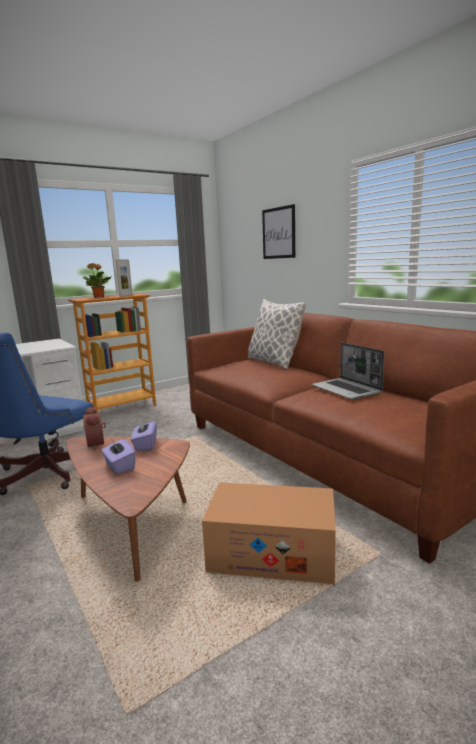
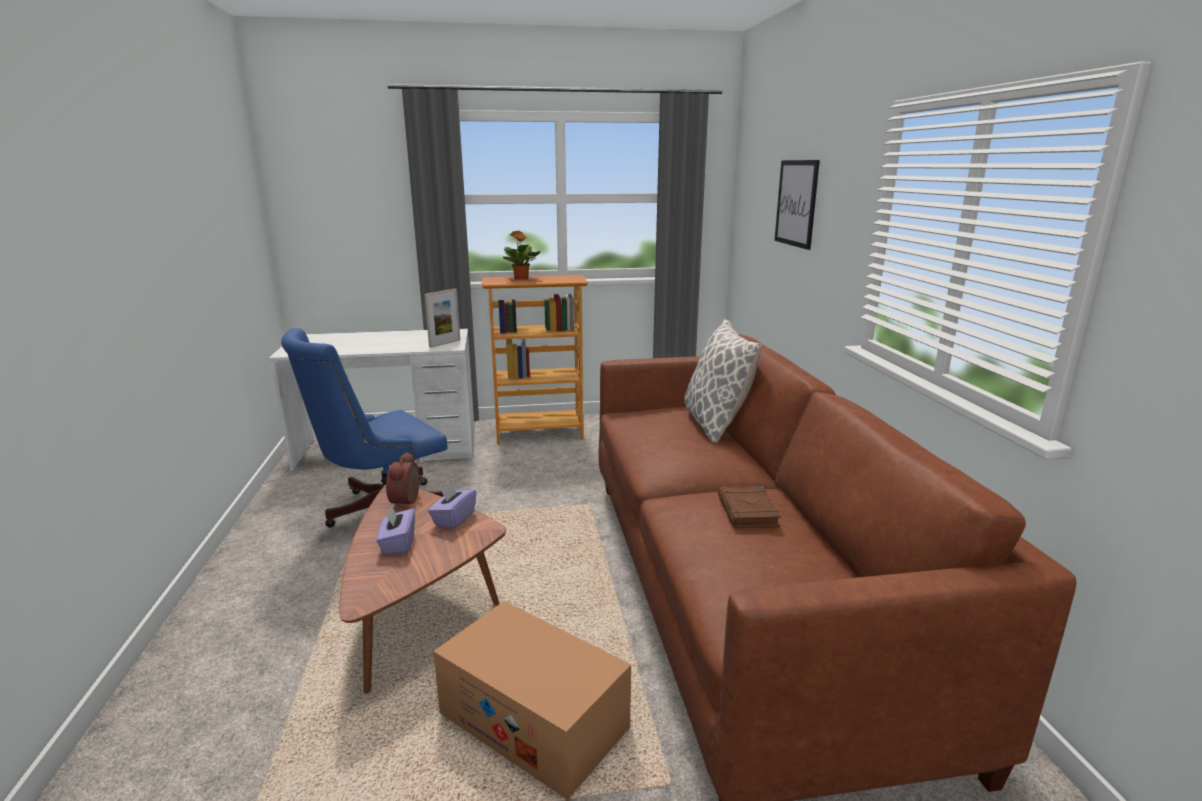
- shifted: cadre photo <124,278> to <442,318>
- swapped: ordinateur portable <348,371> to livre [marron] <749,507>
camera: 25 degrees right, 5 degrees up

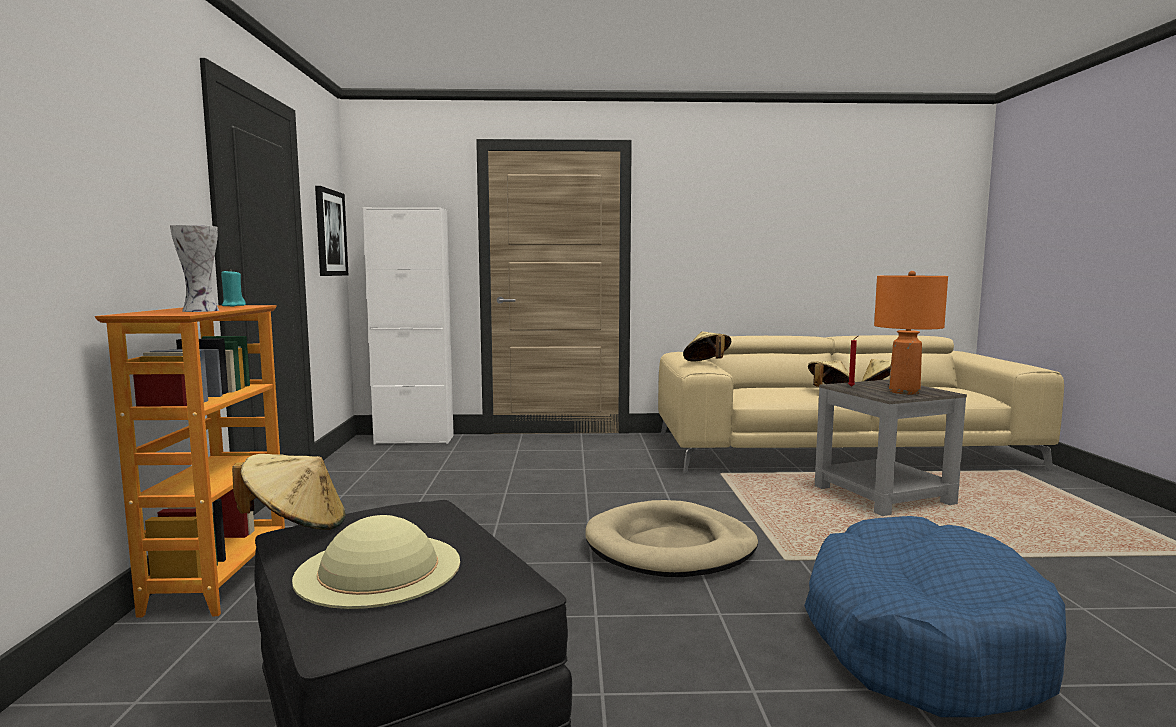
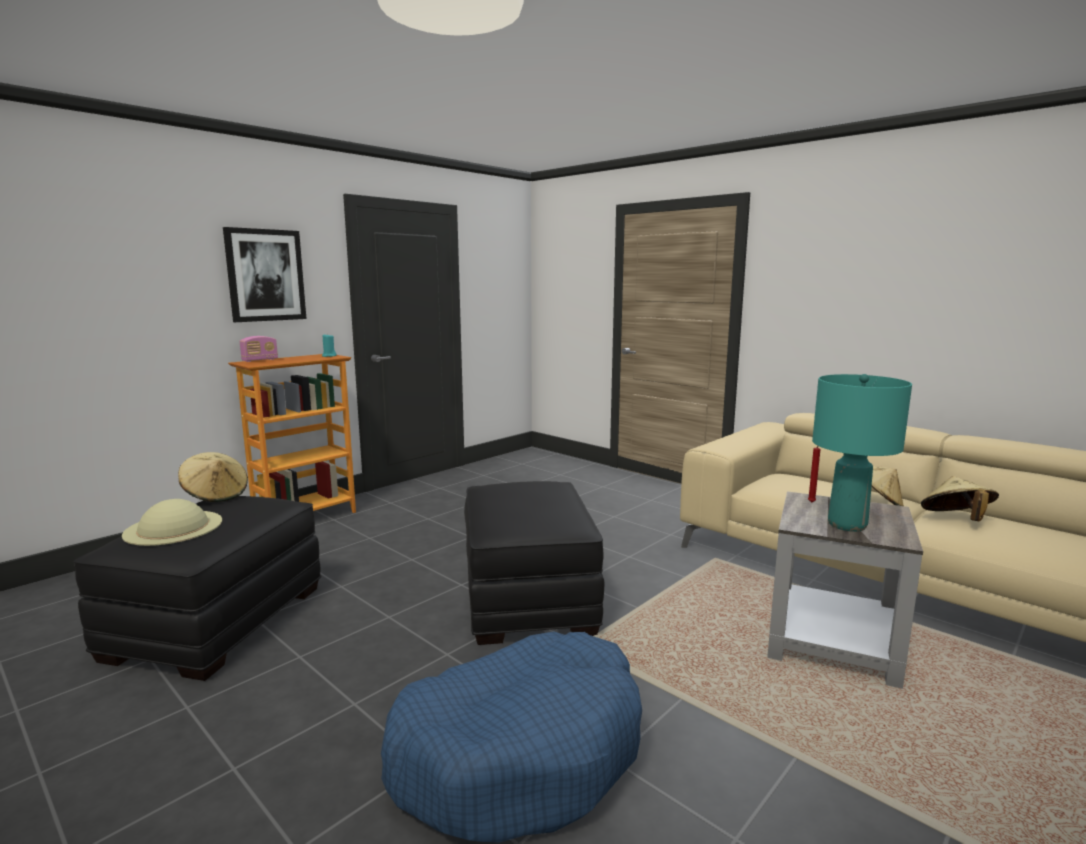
- gone: vase <194,268>
- gone: meuble de rangement [blanc] <408,325>
- gone: chapeau [beige] <707,346>
- new: radio <259,349>
- shifted: tableau <331,231> to <264,274>
- swapped: panier pour chien [beige] <671,538> to pouf [noir] <534,563>
- repainted: lampe de table [orange] <911,332> to lampe de table [turquoise] <862,453>
camera: 45 degrees right, 5 degrees up

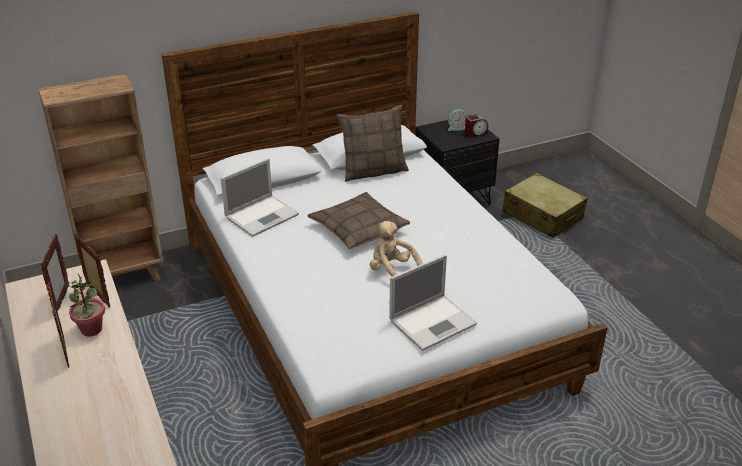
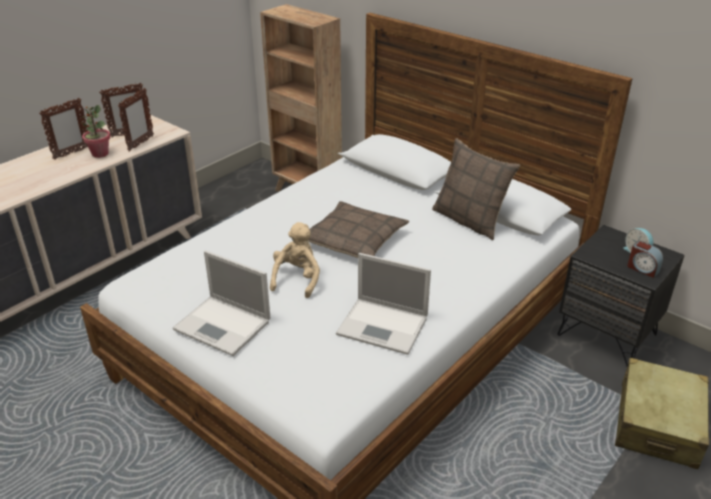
- shifted: ordinateur portable <260,197> to <383,304>
camera: 65 degrees right, 0 degrees up

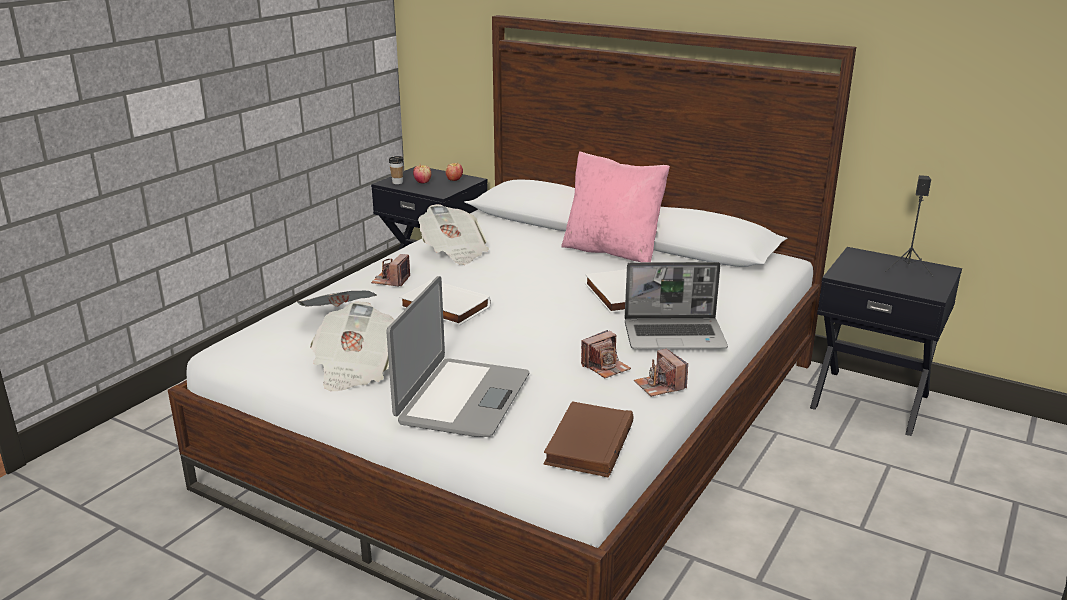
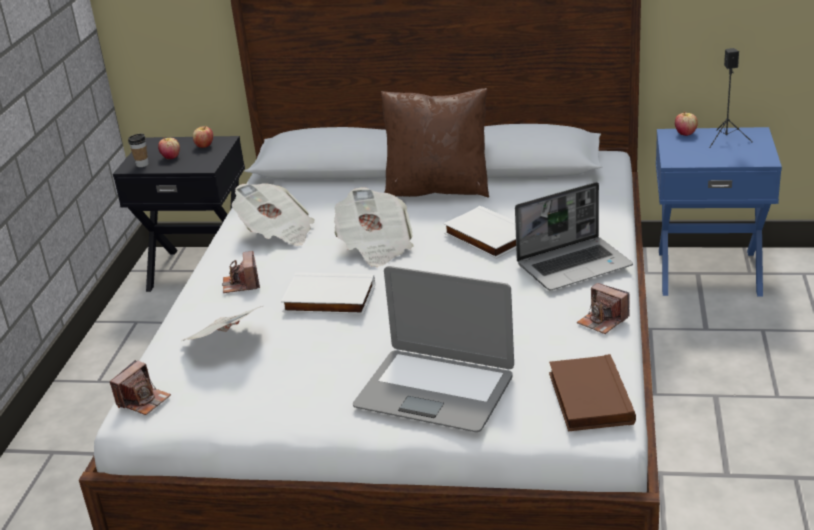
- new: pomme <686,123>
- shifted: journal <352,346> to <373,227>
- shifted: appareil photo <606,354> to <140,387>
- repainted: coussin [rose] <615,206> to coussin [marron] <435,142>
- repainted: table de chevet [noir] <886,341> to table de chevet [bleu] <719,212>
- rotated: ordinateur portable <458,356> = <433,349> 120 degrees clockwise
camera: 20 degrees left, 5 degrees up

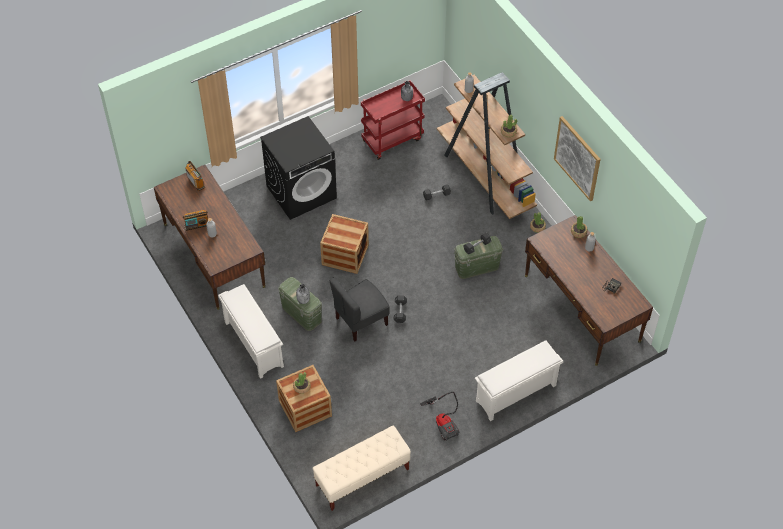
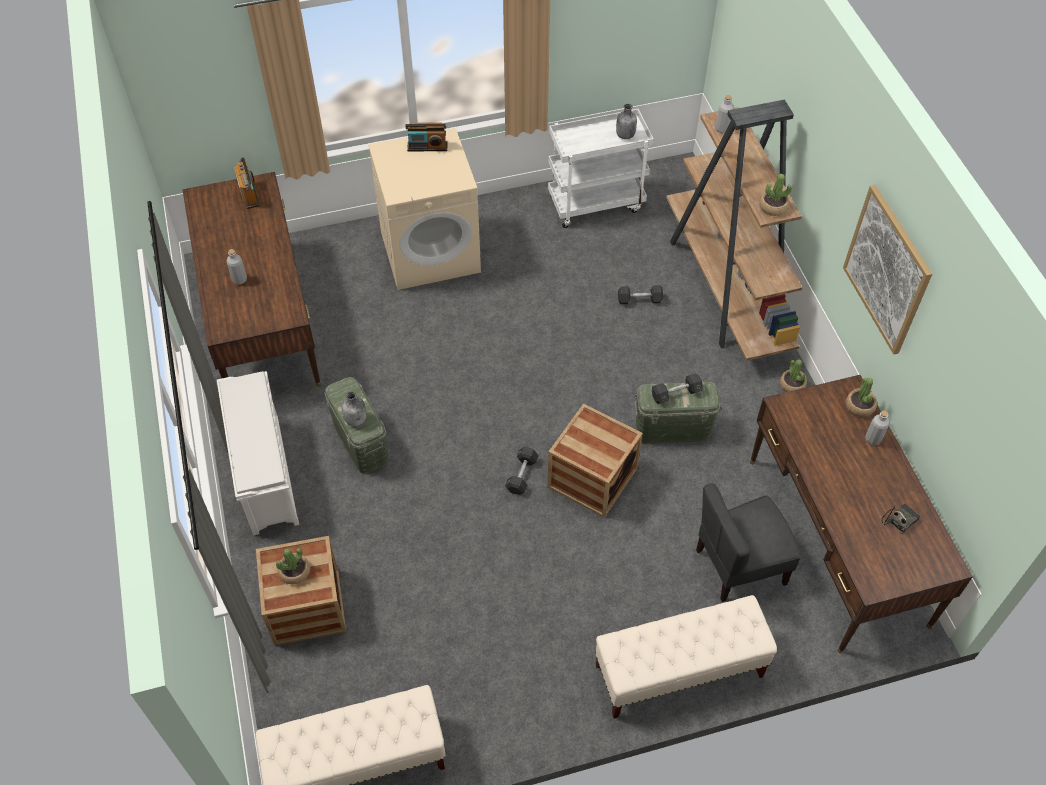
- gone: aspirateur <439,416>
- shifted: radio <195,220> to <426,137>
- shifted: caisse <344,244> to <595,460>
- shifted: chaise [gris] <359,309> to <748,542>
- swapped: étagère à chaussures [blanc] <519,381> to banc [beige] <686,657>
- repainted: lave-linge [noir] <298,168> to lave-linge [beige] <424,209>
- repainted: chariot [rouge] <393,120> to chariot [blanc] <601,168>
camera: 15 degrees right, 0 degrees up

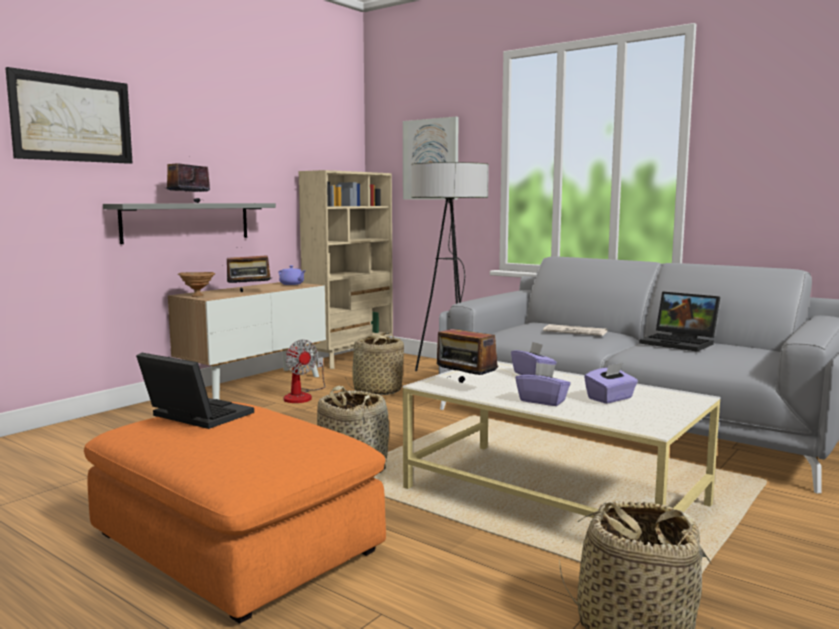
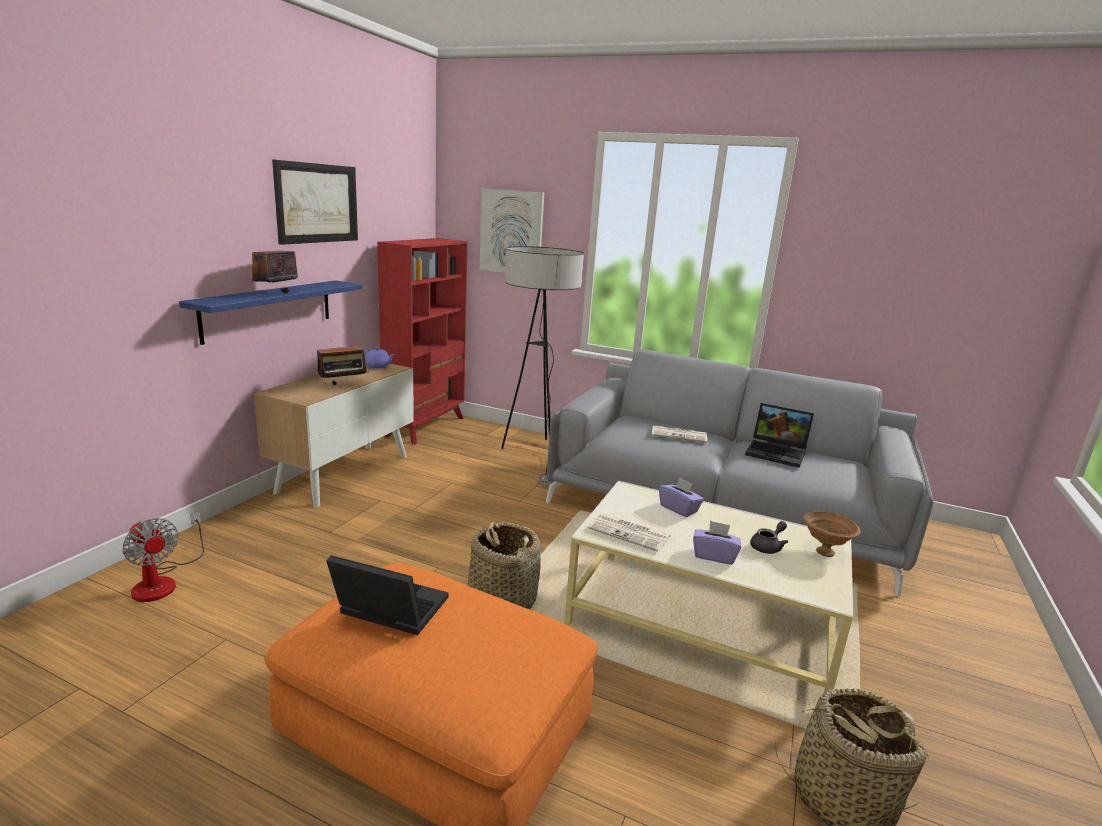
- gone: panier <374,363>
- shifted: tableau <69,115> to <315,202>
- shifted: bol [marron] <196,284> to <832,534>
- shifted: ventilateur <305,371> to <163,557>
- swapped: radio <467,349> to journal <629,532>
- swapped: boîte à mouchoirs [violet] <611,383> to théière [gris] <769,537>
- repainted: étagère [gris] <189,223> to étagère [bleu] <270,312>
- repainted: bibliothèque [beige] <346,269> to bibliothèque [rouge] <422,341>
camera: 15 degrees left, 10 degrees up

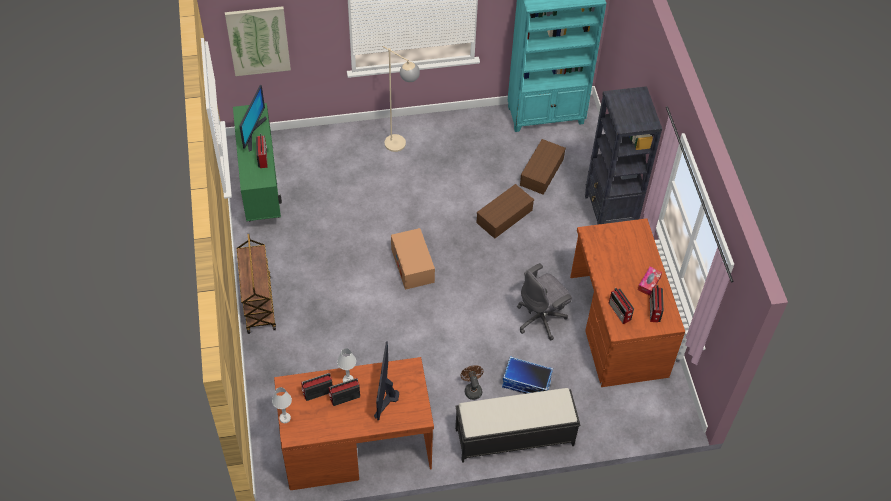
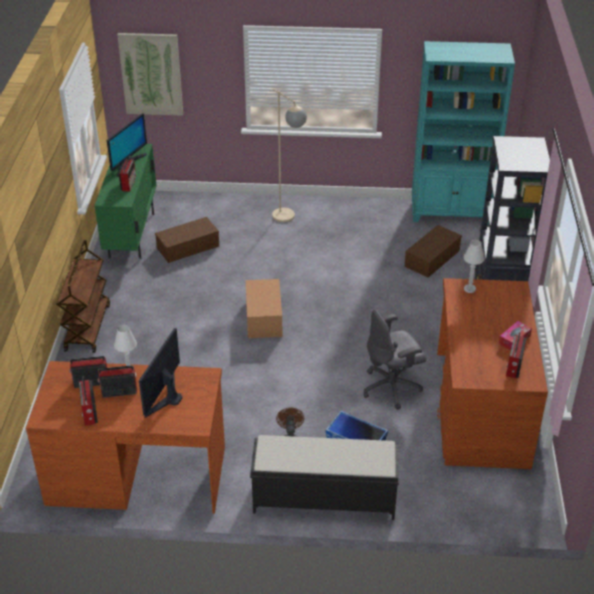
- shifted: lampe de table [blanc] <282,405> to <474,266>
- shifted: boîte de rangement [marron] <505,211> to <187,240>
- shifted: radio <621,306> to <88,401>
camera: 15 degrees right, 15 degrees down

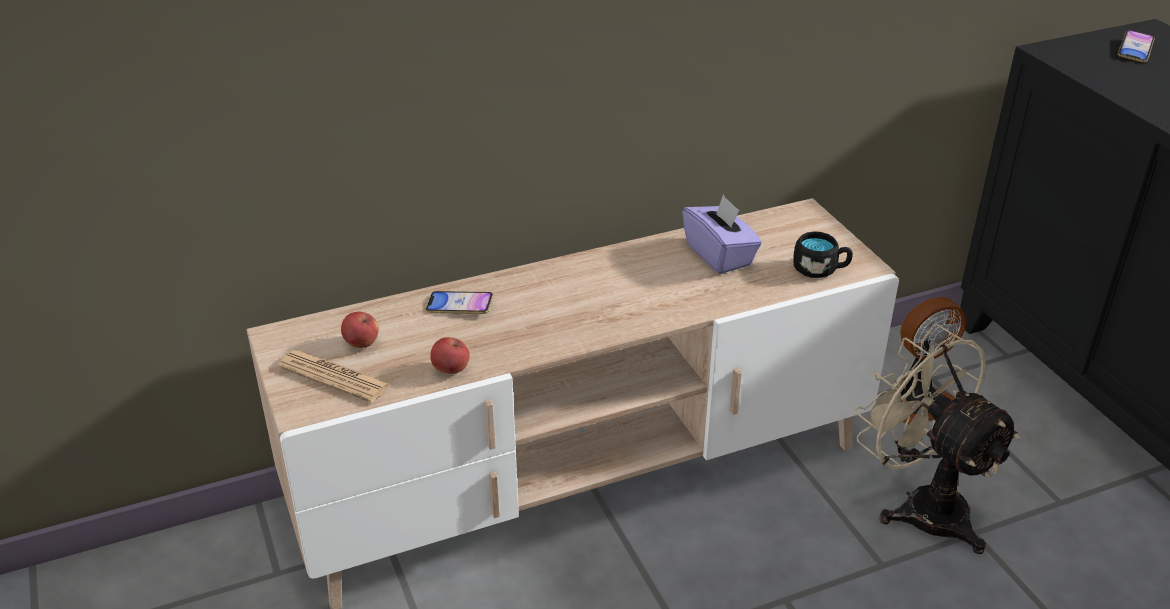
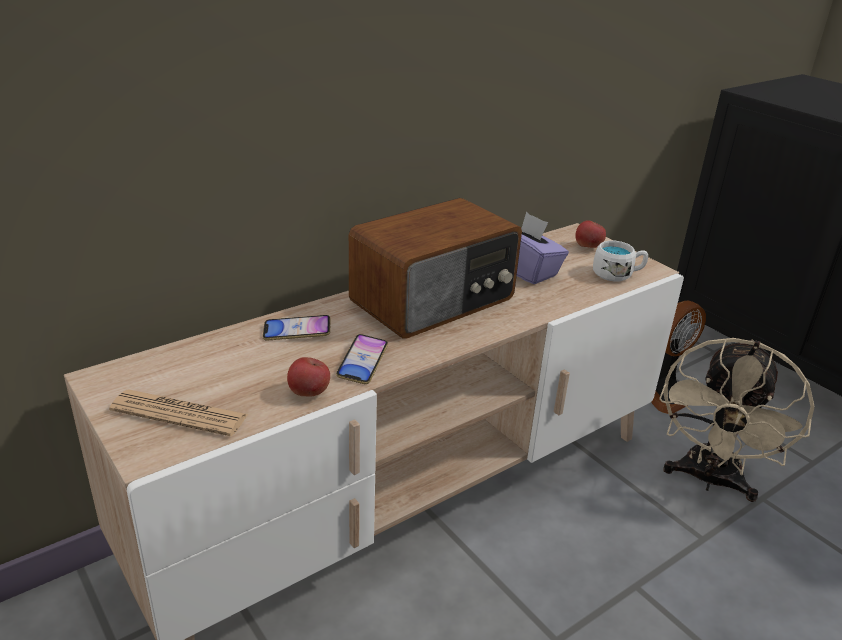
- new: radio <435,268>
- shifted: pomme <360,330> to <590,234>
- shifted: téléphone <1136,46> to <362,359>
- repainted: mug [noir] <823,254> to mug [blanc] <620,261>
- rotated: ventilateur [beige] <938,439> = <736,420> 105 degrees counterclockwise
camera: 15 degrees left, 5 degrees down

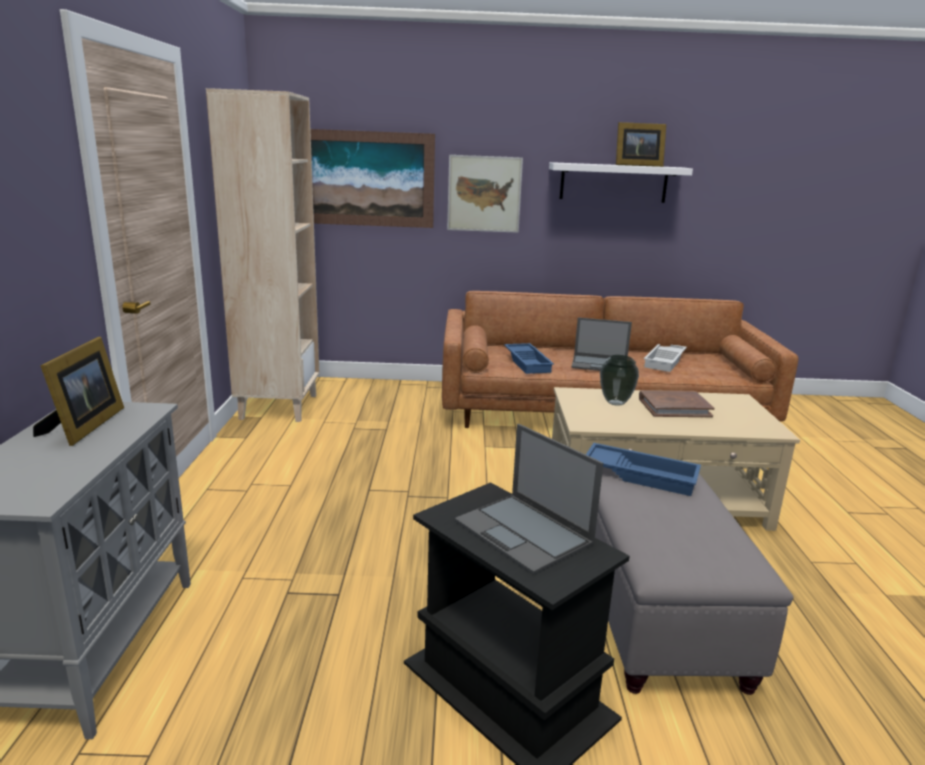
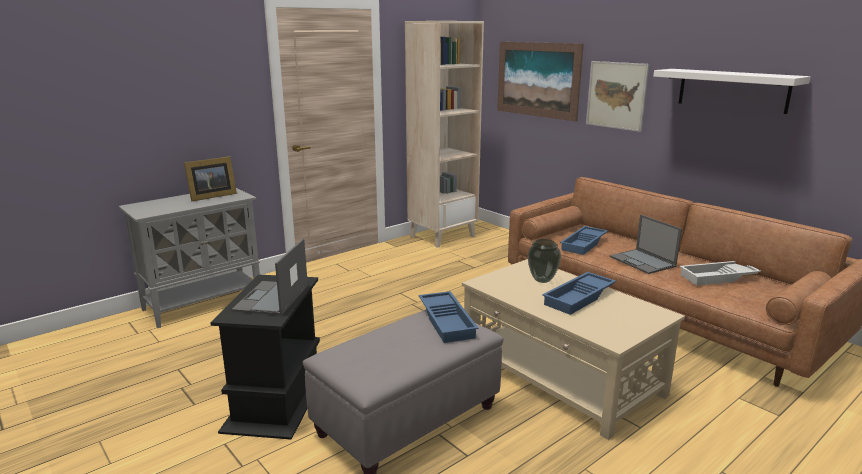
- gone: cadre photo <641,144>
- swapped: livre [marron] <676,403> to plateau [bleu] <579,293>
camera: 50 degrees right, 0 degrees up

